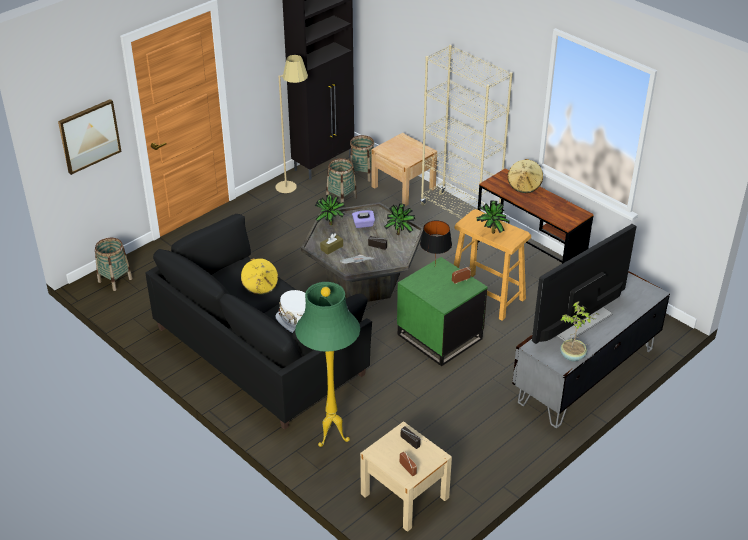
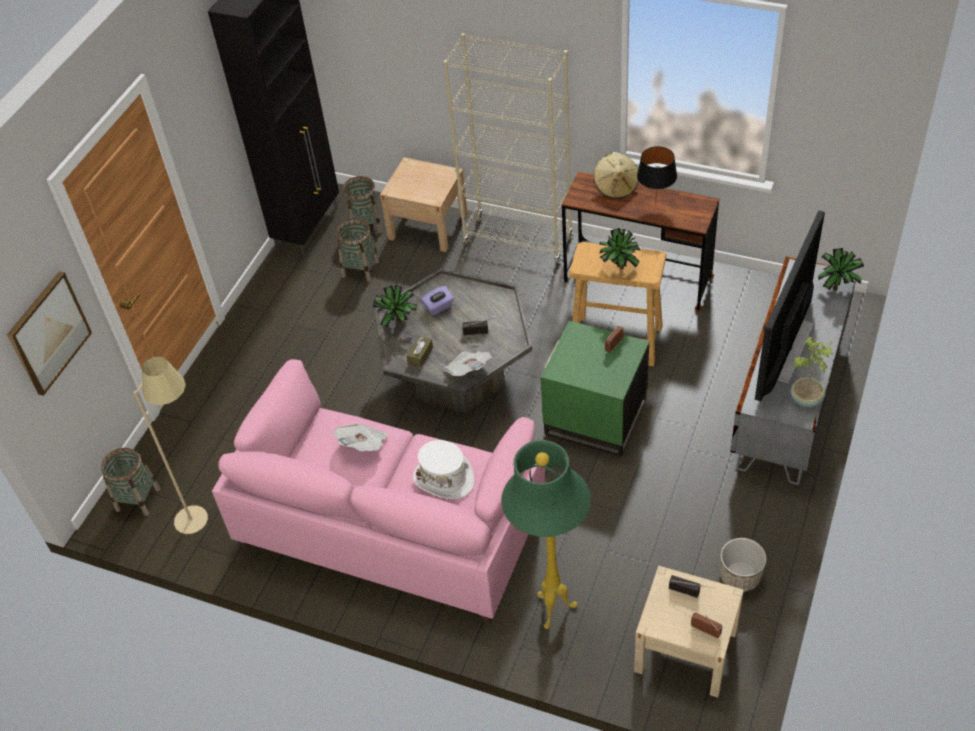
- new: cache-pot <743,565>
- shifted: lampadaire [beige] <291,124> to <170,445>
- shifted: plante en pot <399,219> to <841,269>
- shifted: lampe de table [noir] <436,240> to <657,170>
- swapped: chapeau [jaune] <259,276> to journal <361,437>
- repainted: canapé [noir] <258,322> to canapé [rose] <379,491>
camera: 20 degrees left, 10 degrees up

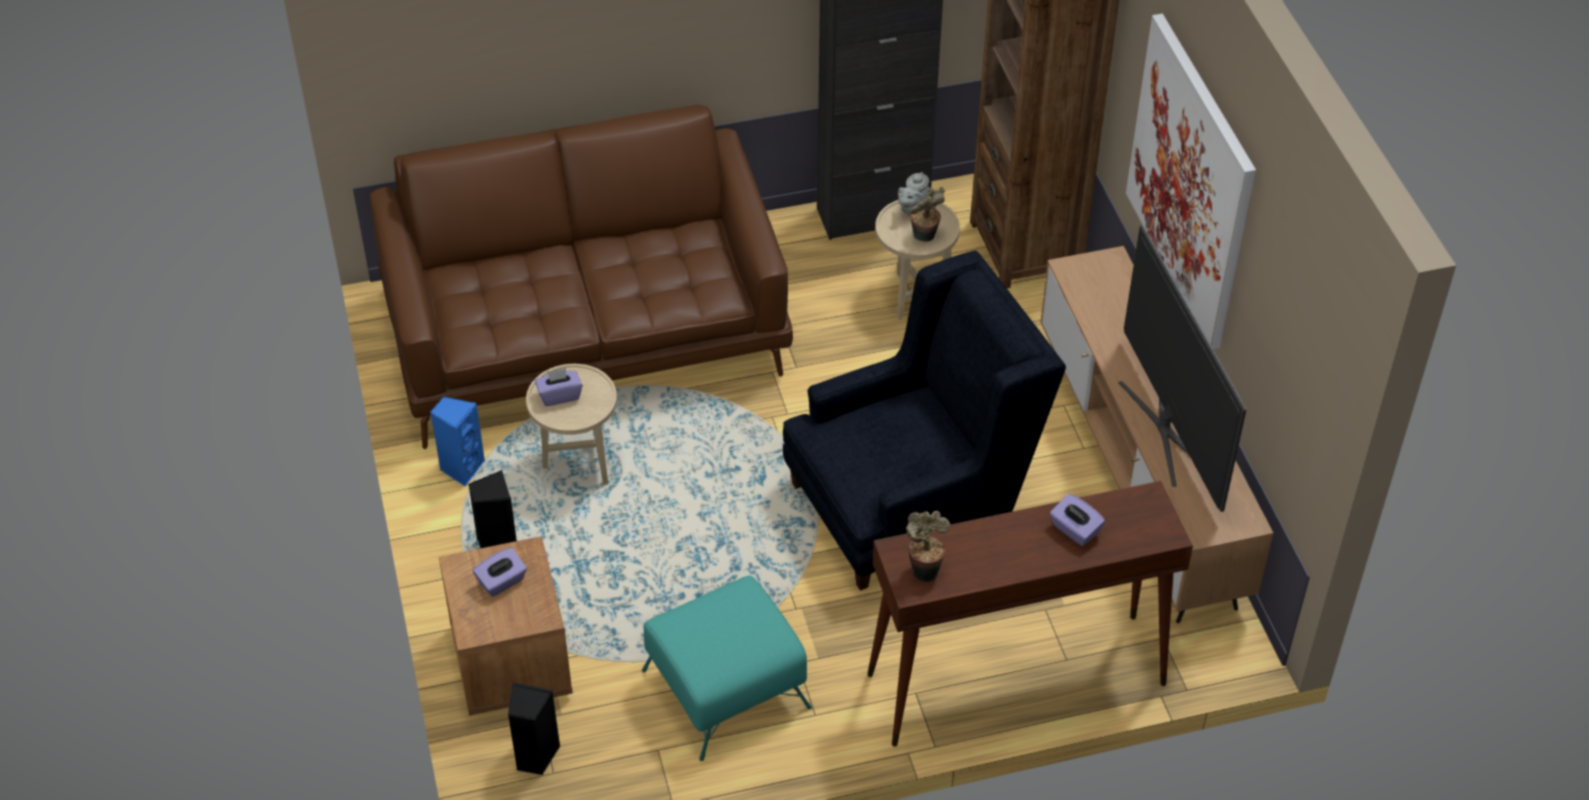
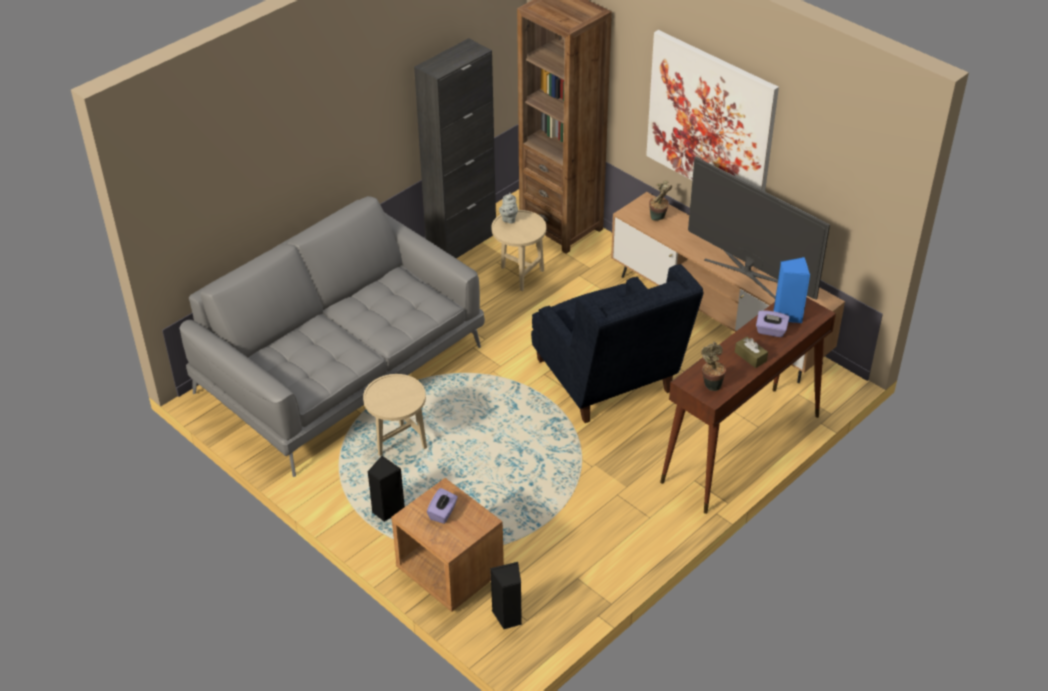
- gone: boîte à mouchoirs [violet] <558,387>
- gone: pouf [turquoise] <727,668>
- new: boîte à mouchoirs [marron] <751,352>
- shifted: enceinte [bleu] <457,441> to <792,290>
- shifted: plante en pot <927,214> to <660,200>
- repainted: canapé [marron] <581,277> to canapé [gris] <332,336>
- rotated: fauteuil [bleu] <924,420> = <617,343> 120 degrees clockwise
camera: 30 degrees left, 5 degrees down

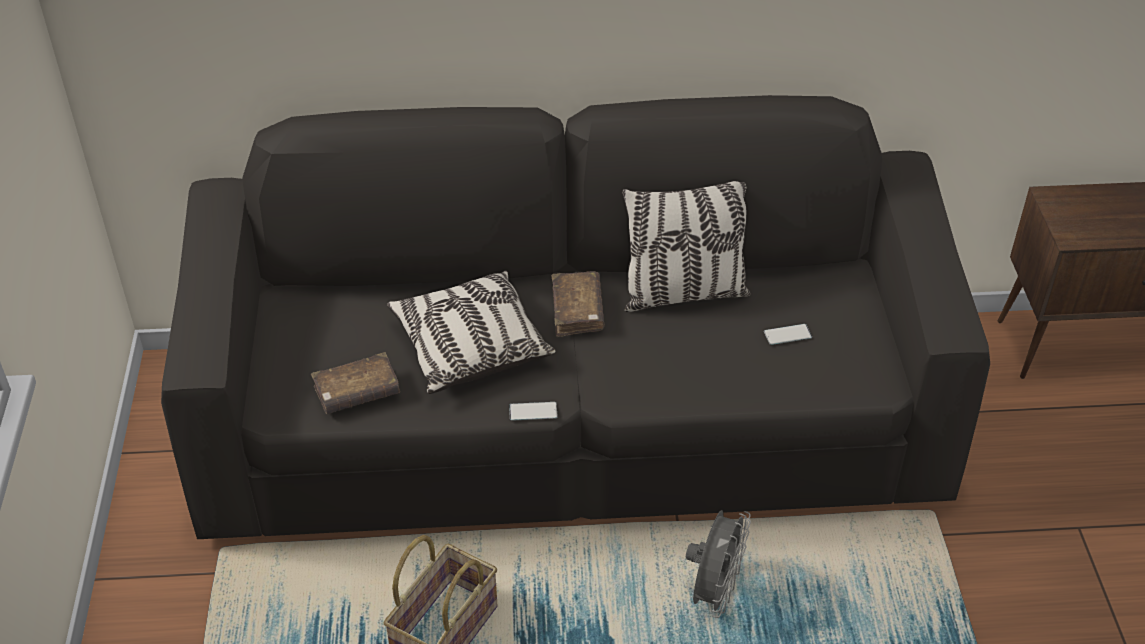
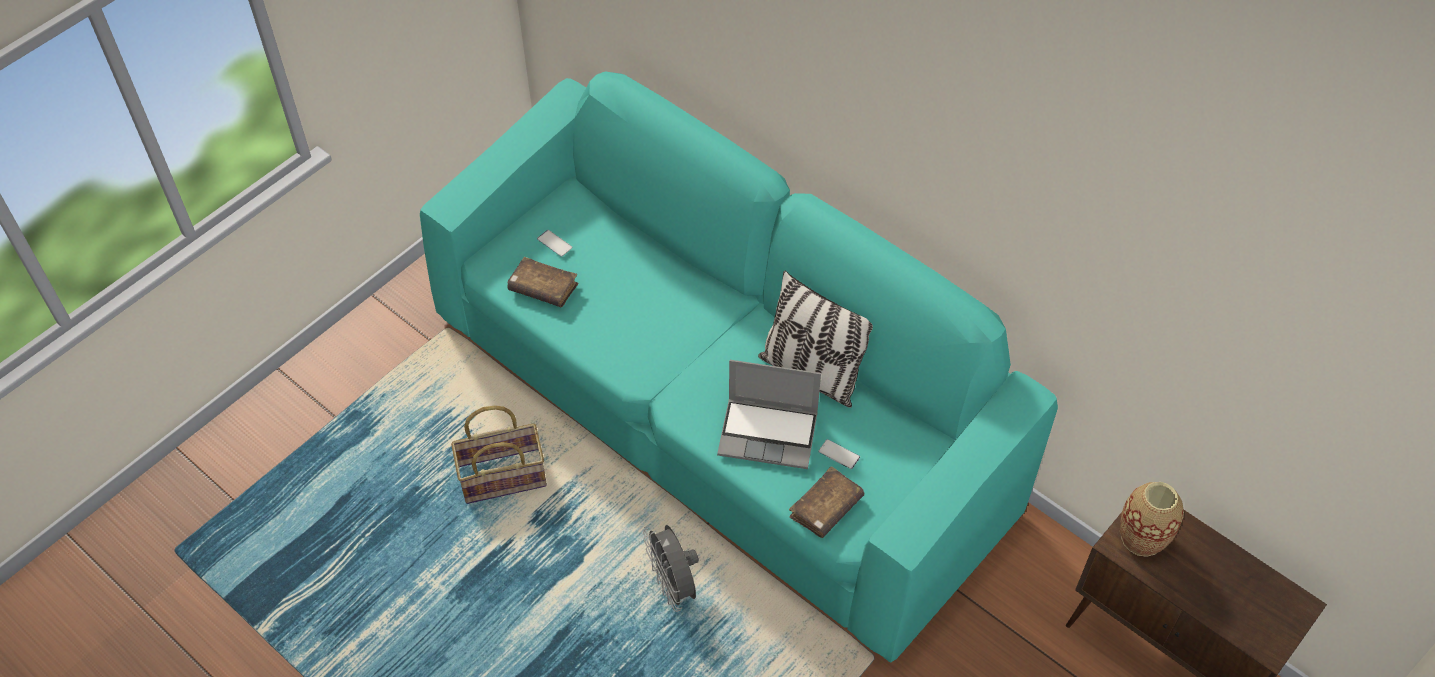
- gone: coussin <471,332>
- new: ordinateur portable <769,414>
- new: vase <1152,519>
- shifted: téléphone <533,411> to <555,243>
- shifted: livre [marron] <578,304> to <826,502>
- repainted: canapé [noir] <575,317> to canapé [turquoise] <739,367>
- rotated: ventilateur [gris] <718,564> = <671,568> 90 degrees clockwise
camera: 45 degrees right, 10 degrees up

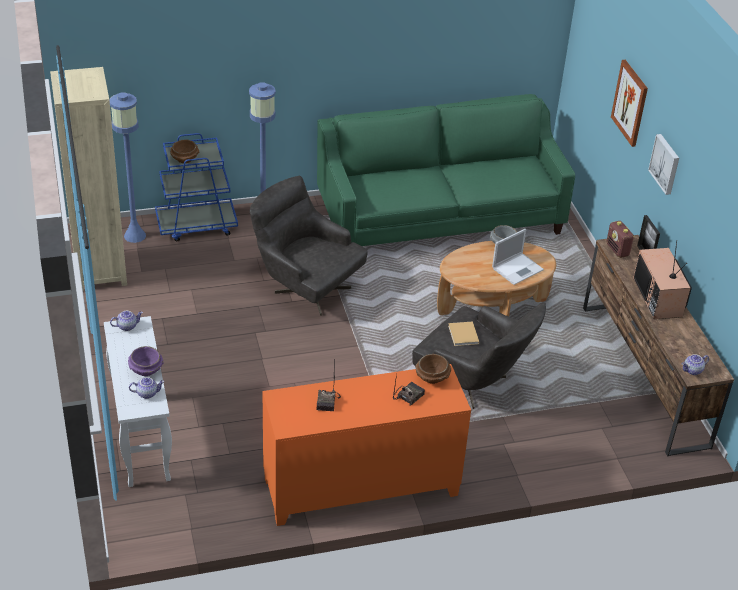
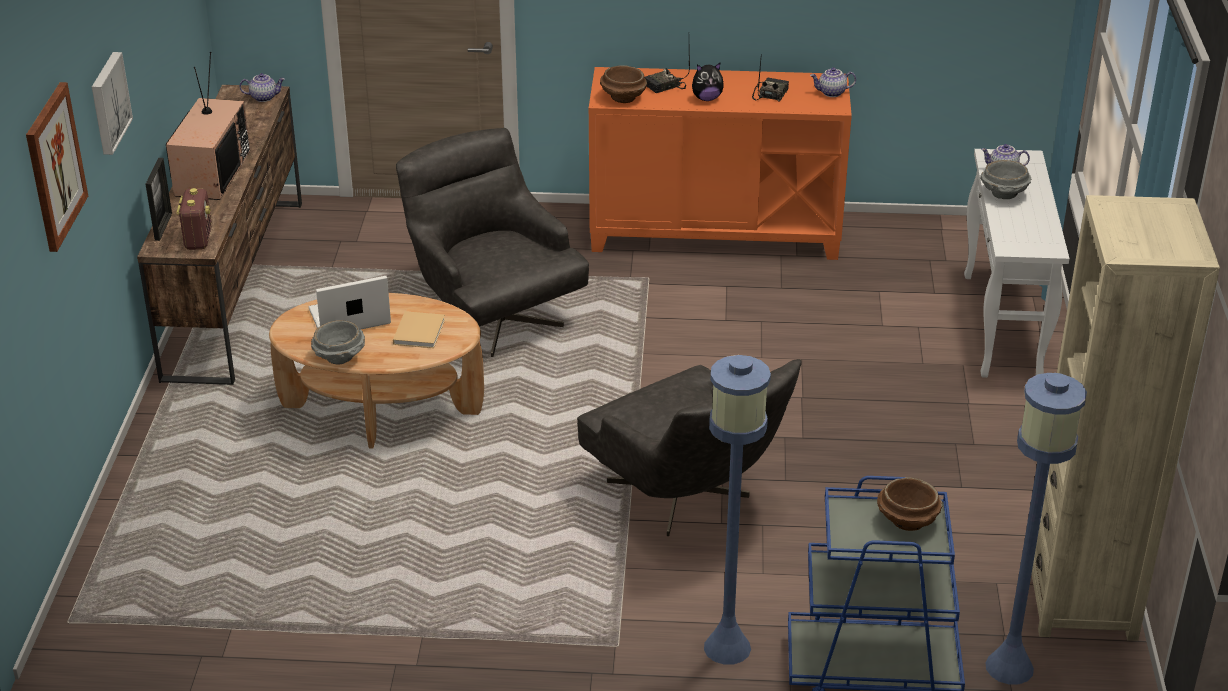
- gone: canapé [vert] <446,170>
- new: peluche <708,82>
- shifted: théière <126,321> to <833,82>
- shifted: livre [beige] <463,333> to <419,329>
- repainted: bol [violet] <146,361> to bol [gris] <1005,179>
camera: 160 degrees left, 5 degrees down

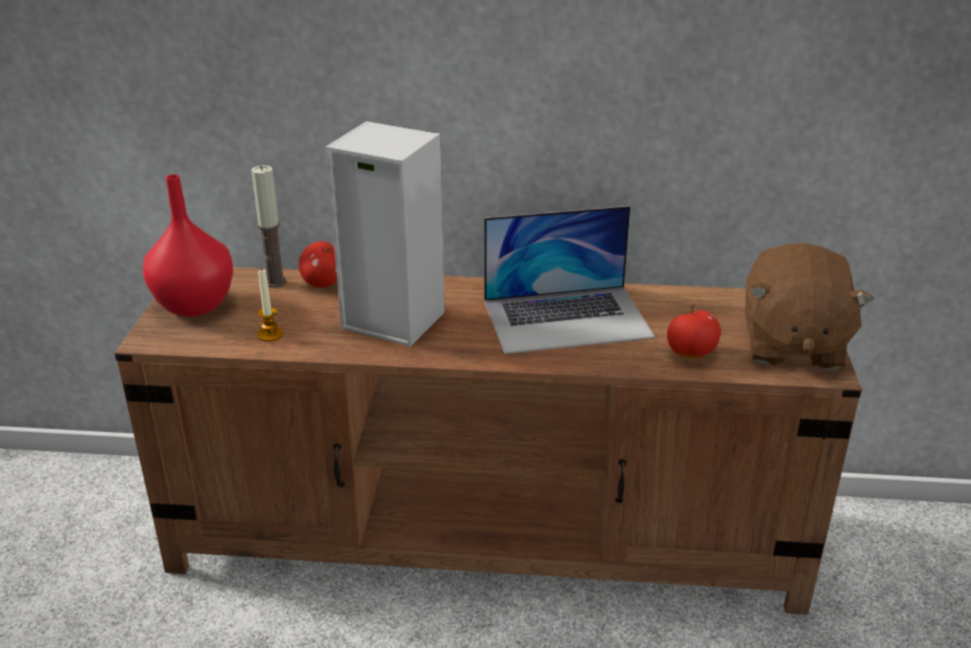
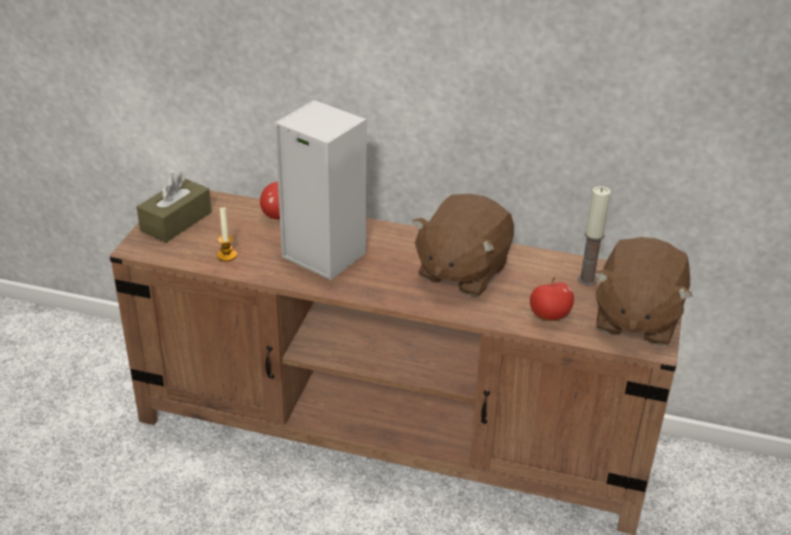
- shifted: bougie <268,226> to <594,236>
- swapped: vase [rouge] <188,245> to boîte à mouchoirs [marron] <174,207>
- swapped: ordinateur portable <569,280> to peluche [marron] <463,245>
camera: 10 degrees right, 5 degrees up

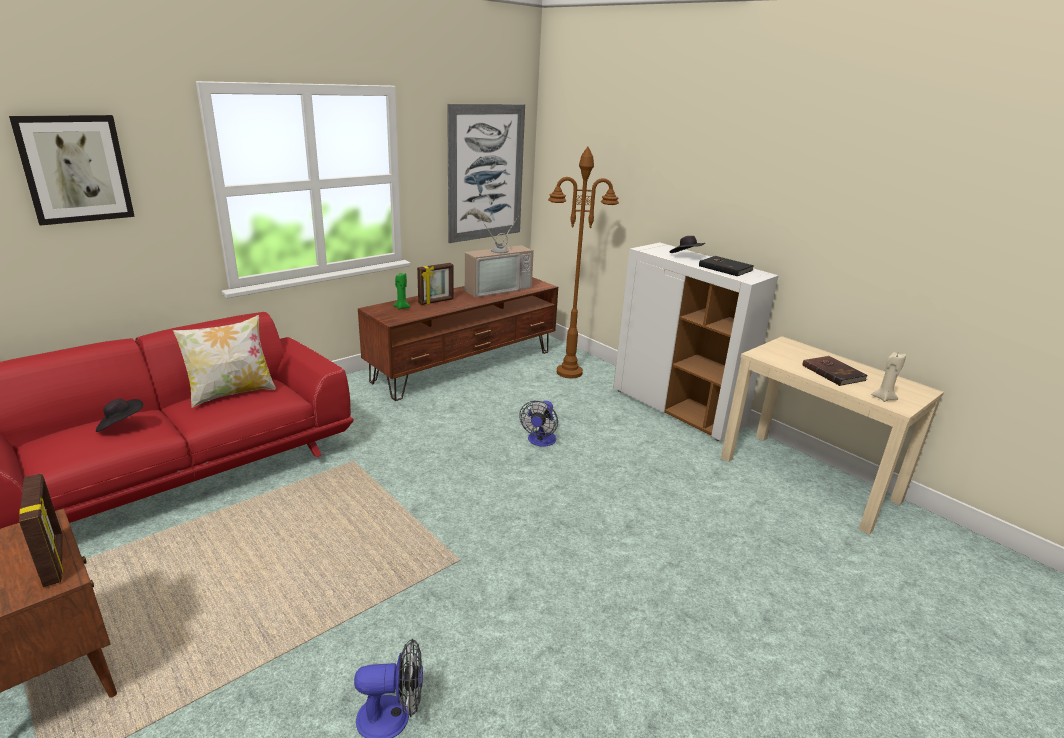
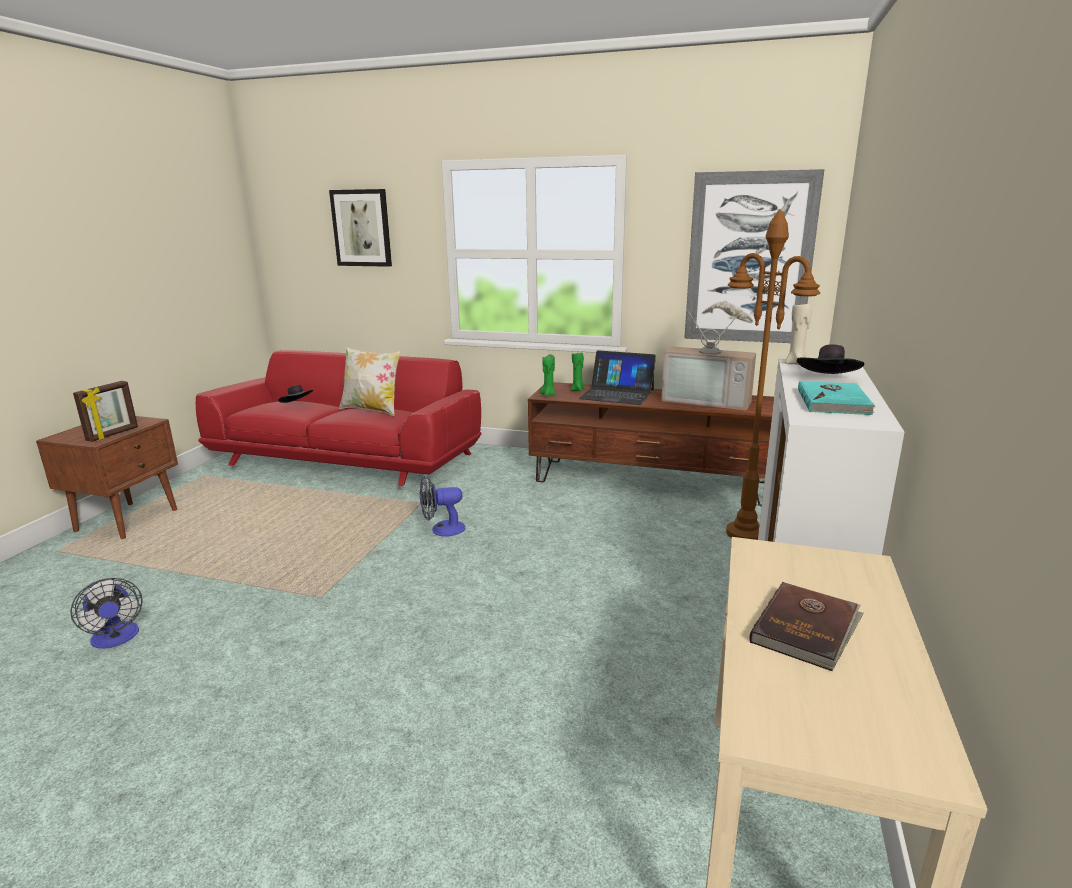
- new: bougie [vert] <548,375>
- shifted: ventilateur <538,424> to <443,506>
- shifted: bougie [beige] <888,377> to <798,334>
- swapped: cadre photo <435,284> to ordinateur portable <617,377>
- repainted: livre [noir] <726,266> to livre [turquoise] <836,398>
camera: 60 degrees right, 5 degrees down

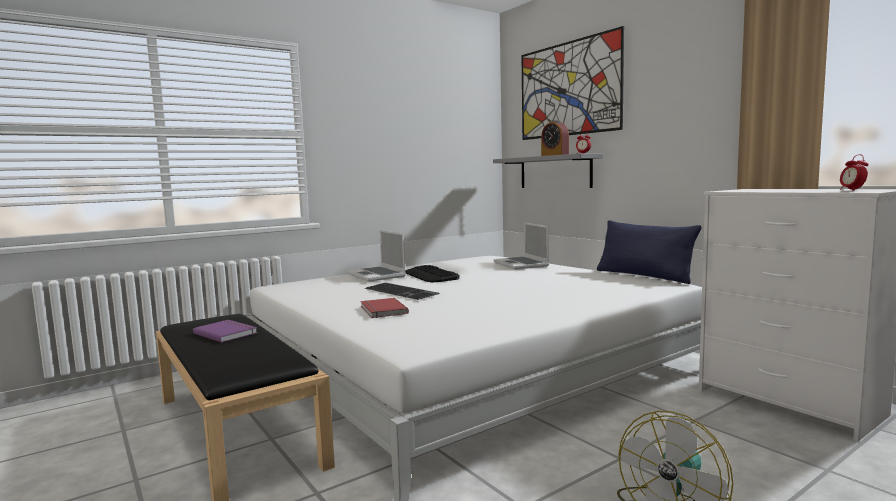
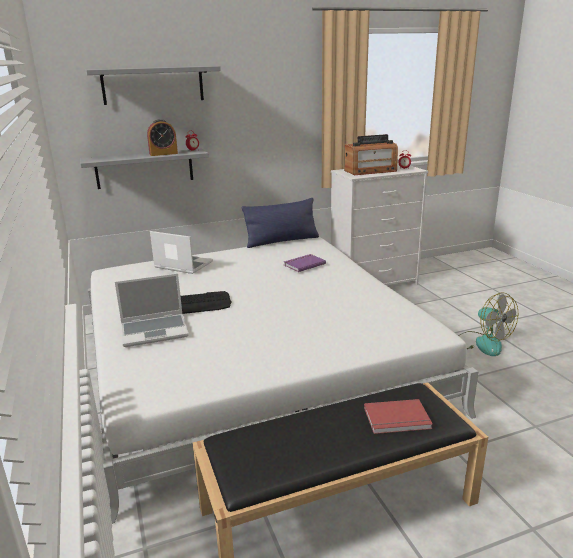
- gone: clavier <402,291>
- new: radio <371,154>
- shifted: livre [violet] <225,331> to <305,263>
- shifted: livre [rouge] <385,308> to <398,416>
- swapped: tableau <573,83> to étagère [gris] <153,85>
- rotated: ordinateur portable <521,246> = <181,252> 150 degrees counterclockwise
camera: 75 degrees left, 15 degrees up

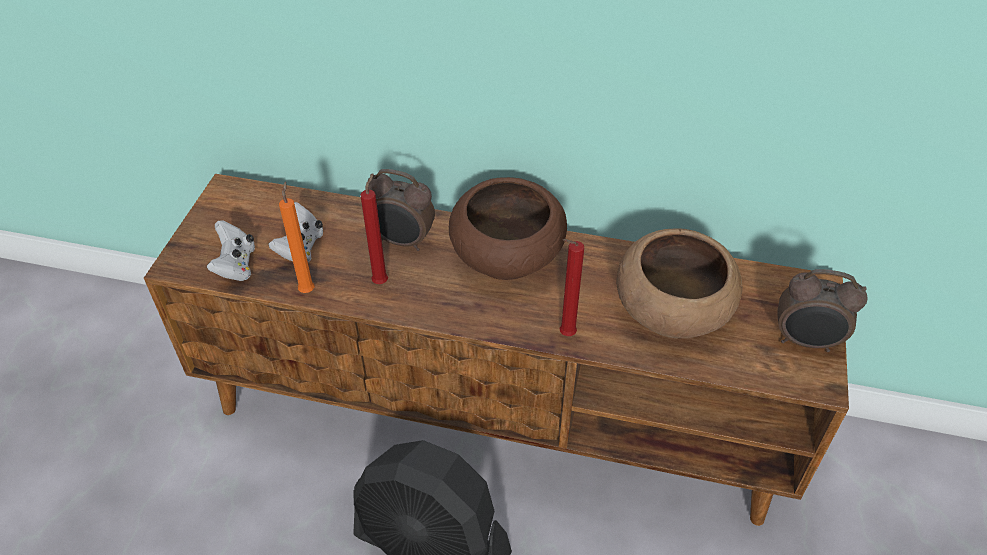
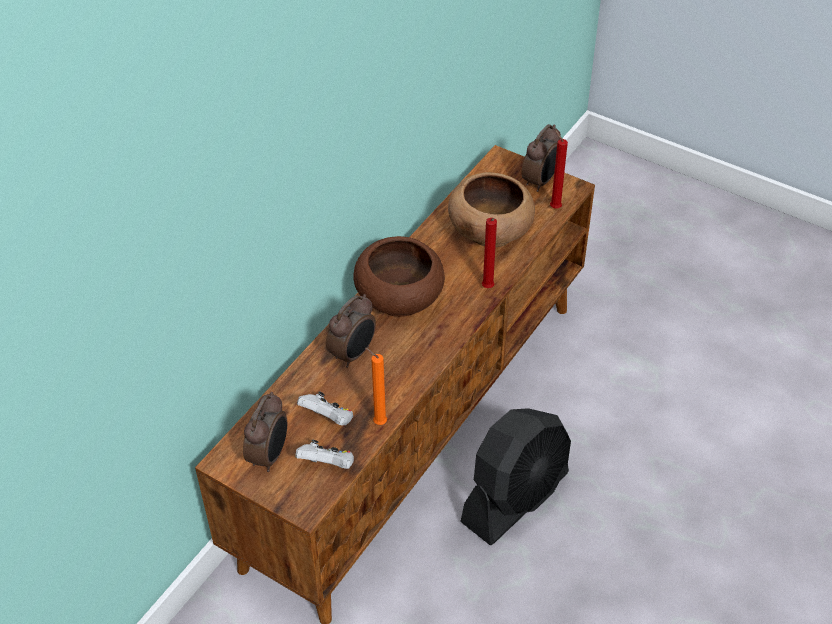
- new: réveil <265,432>
- shifted: bougie [rouge] <374,229> to <559,169>
camera: 70 degrees left, 0 degrees up

